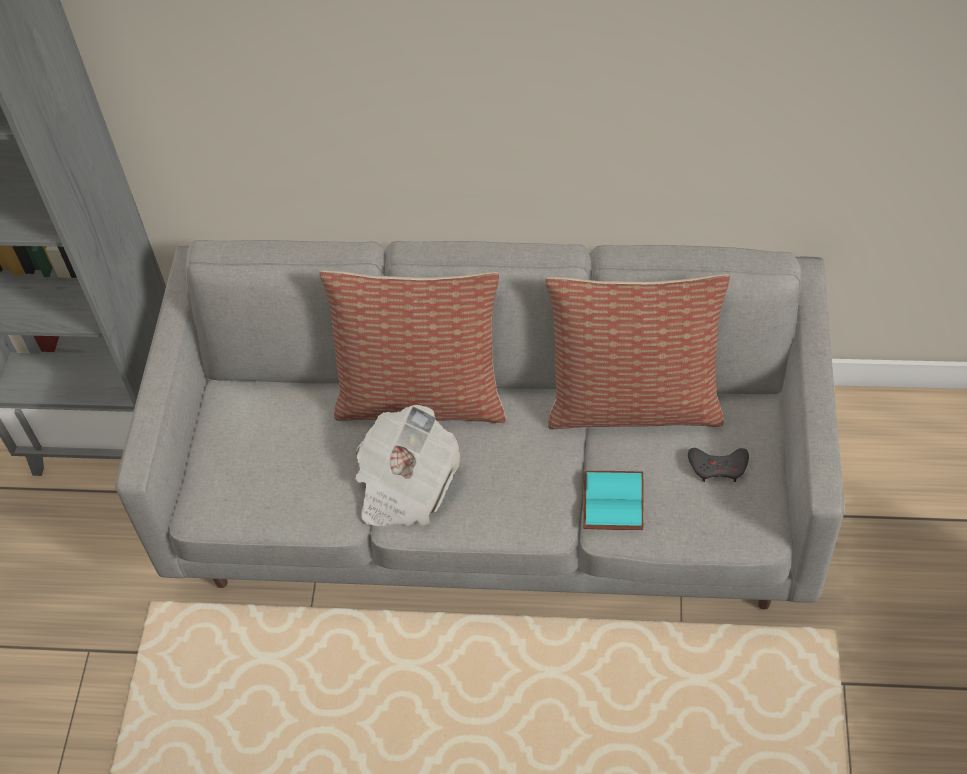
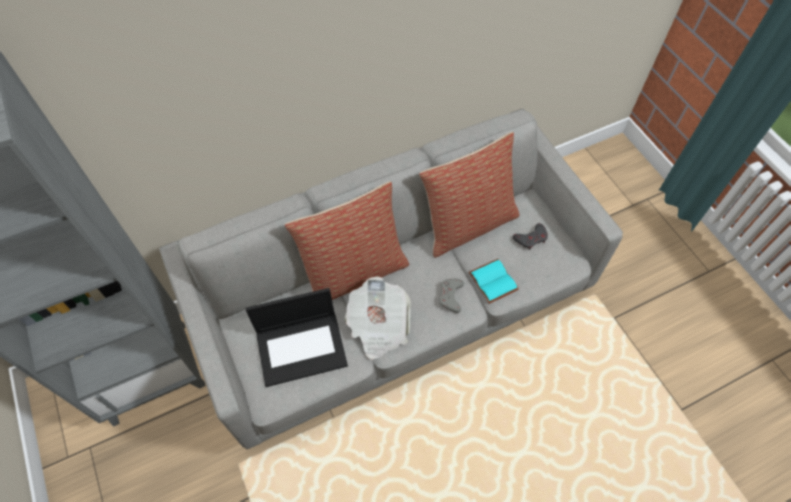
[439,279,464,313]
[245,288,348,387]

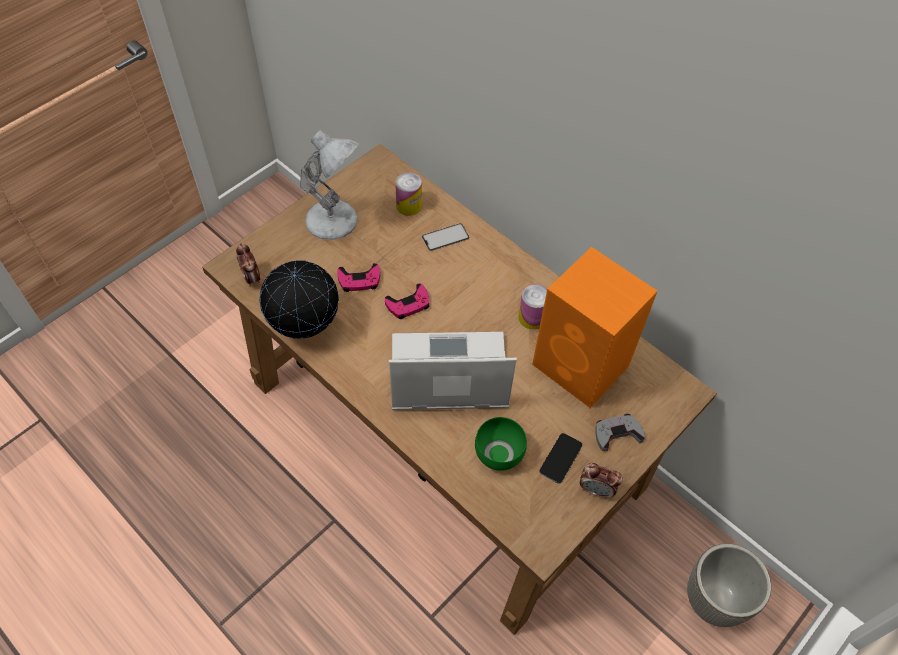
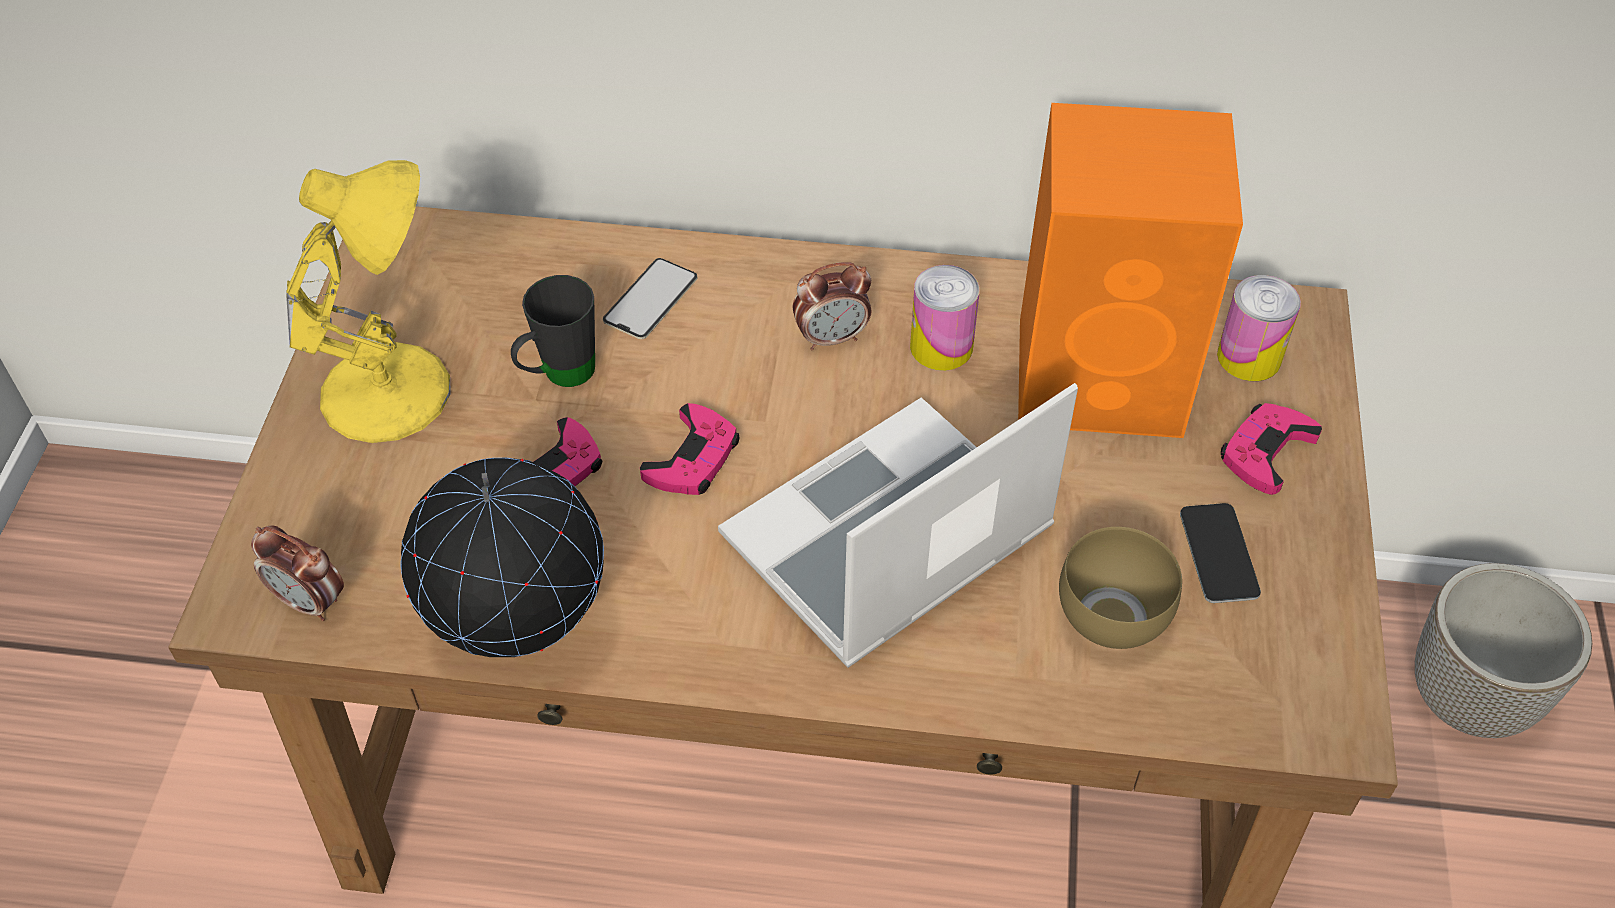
[286,160,451,443]
[1217,275,1301,381]
[1221,403,1322,495]
[1059,527,1182,649]
[793,262,871,350]
[511,275,595,387]

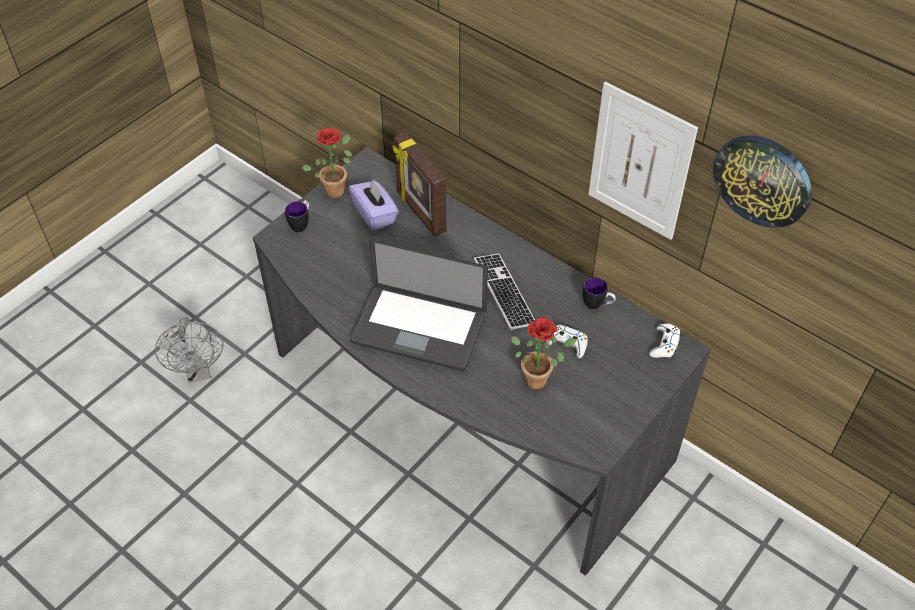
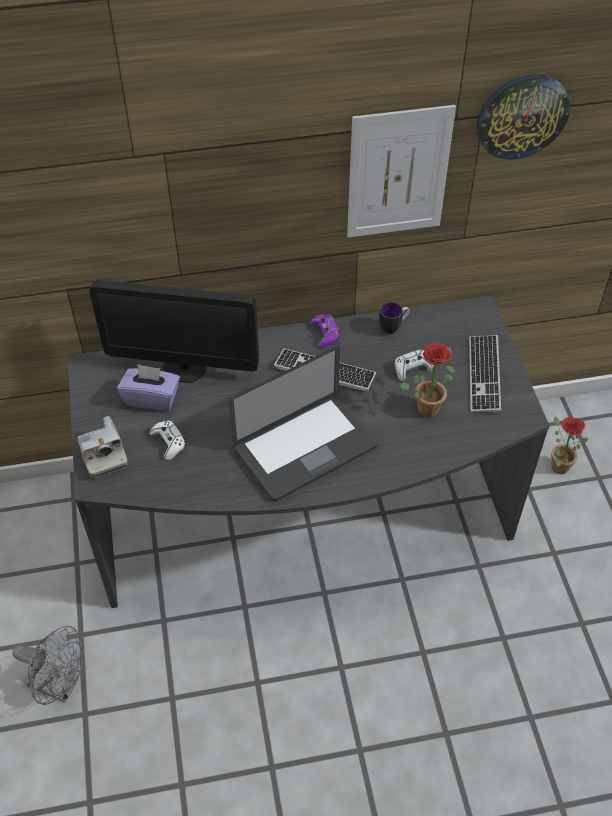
[551,416,588,474]
[89,280,259,383]
[78,416,128,479]
[149,421,186,460]
[309,314,340,348]
[469,335,501,412]

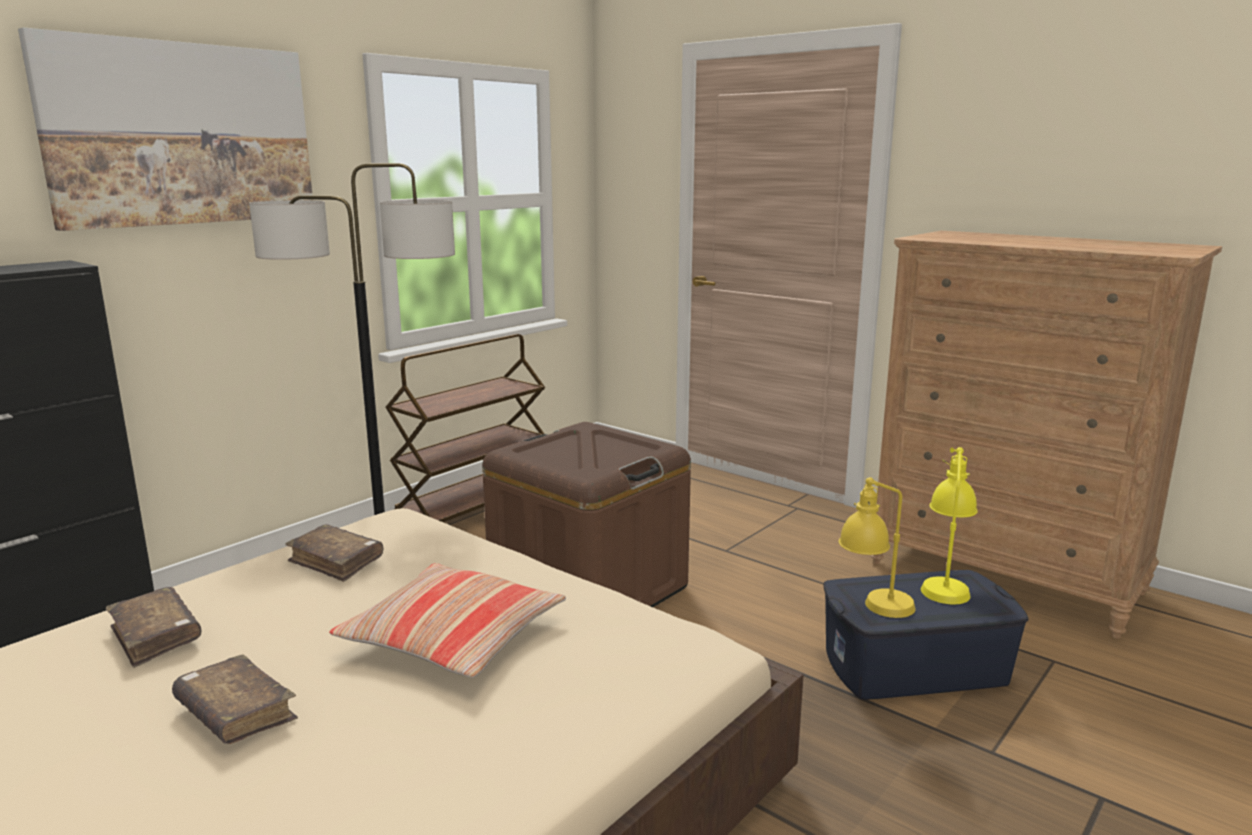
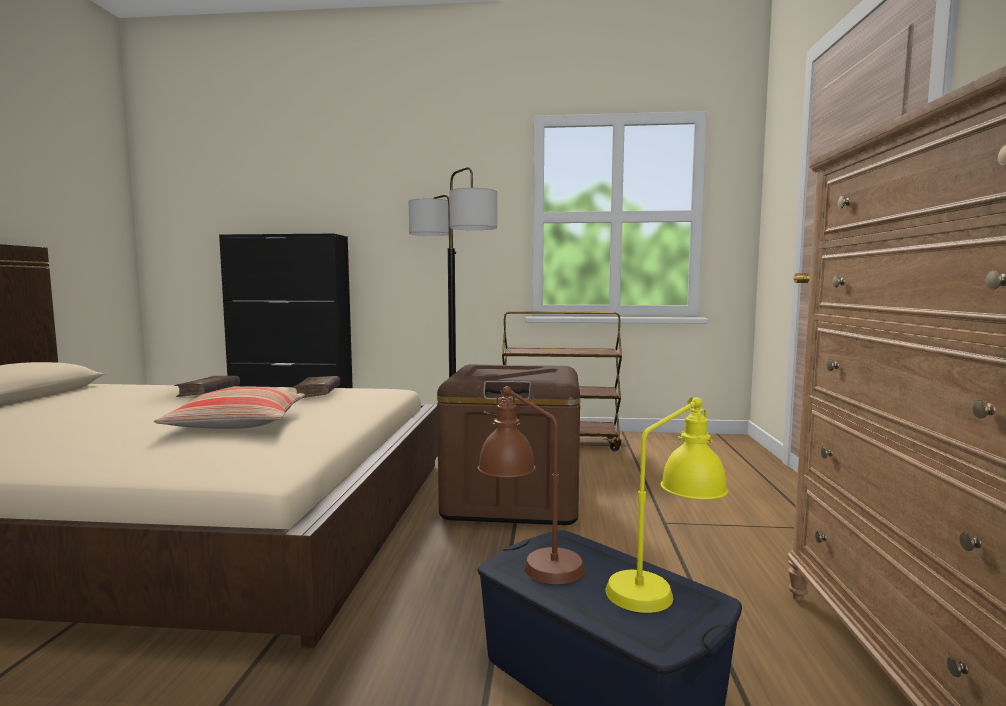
[18,27,313,231] (first image)
[478,386,585,584]
[172,654,298,744] (first image)

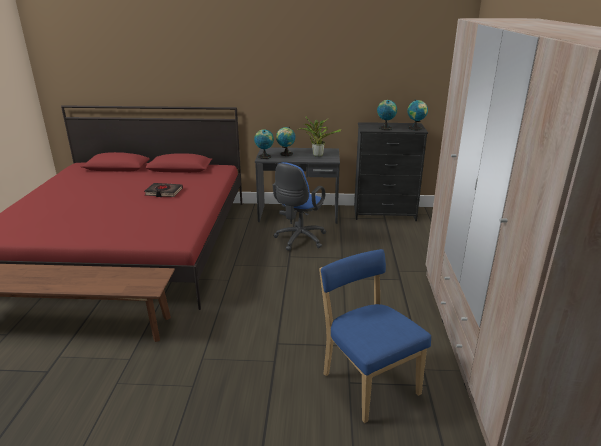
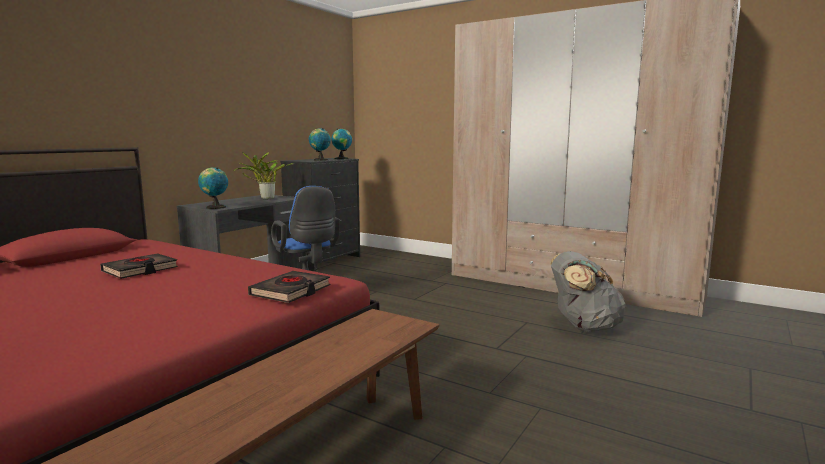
[276,127,295,156] (first image)
[550,251,626,332]
[248,271,331,303]

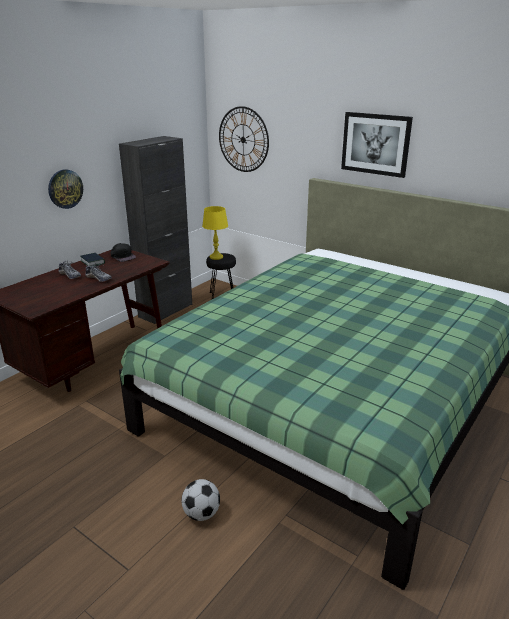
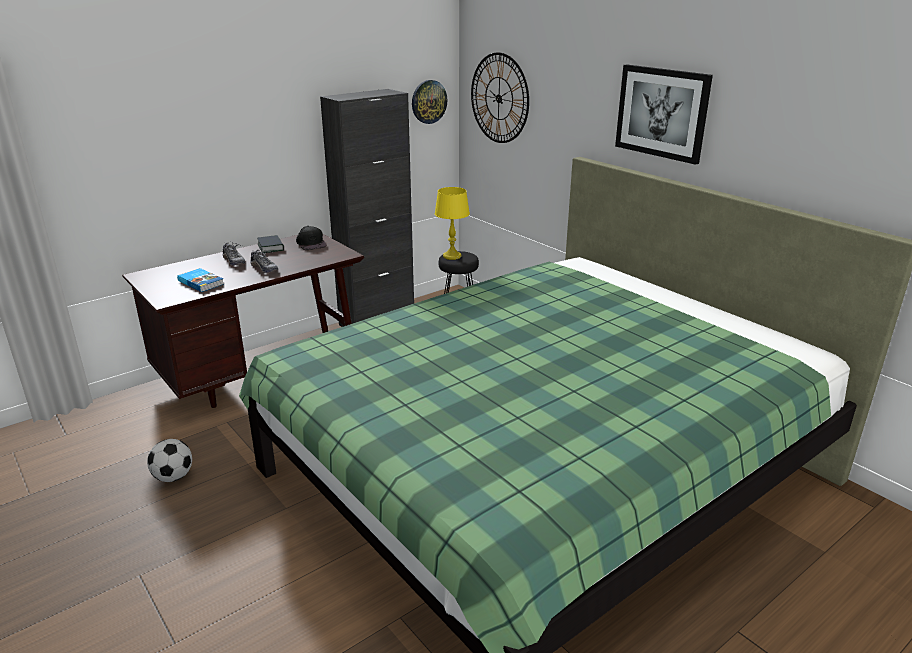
[412,80,447,124]
[147,439,192,482]
[177,268,224,292]

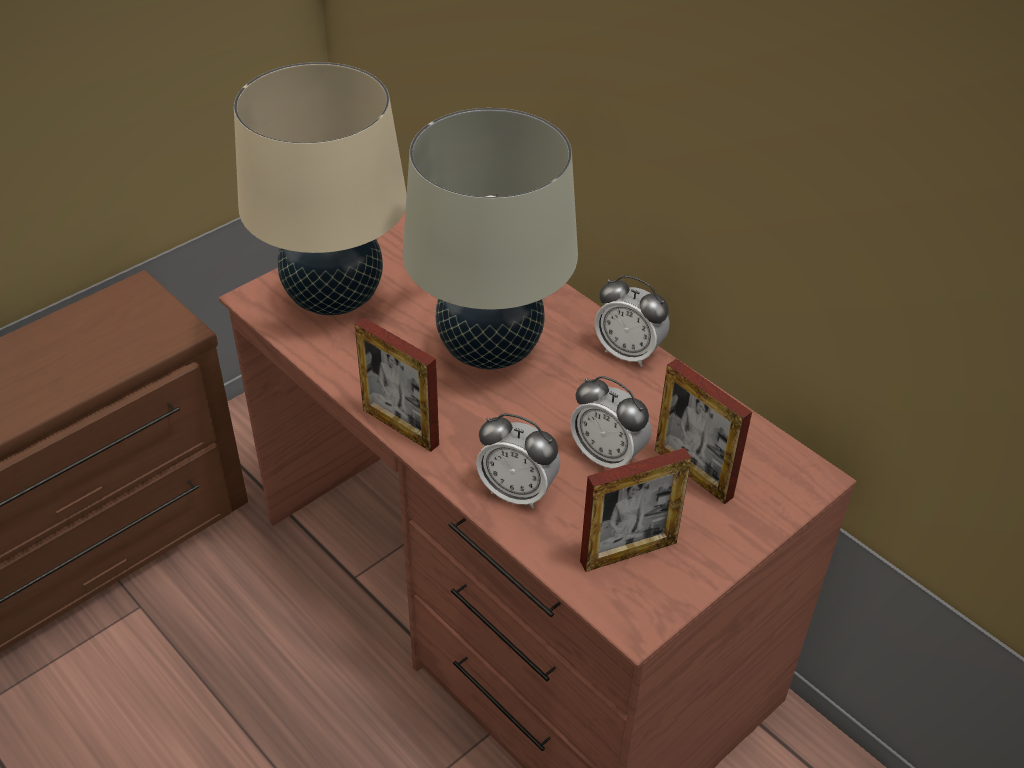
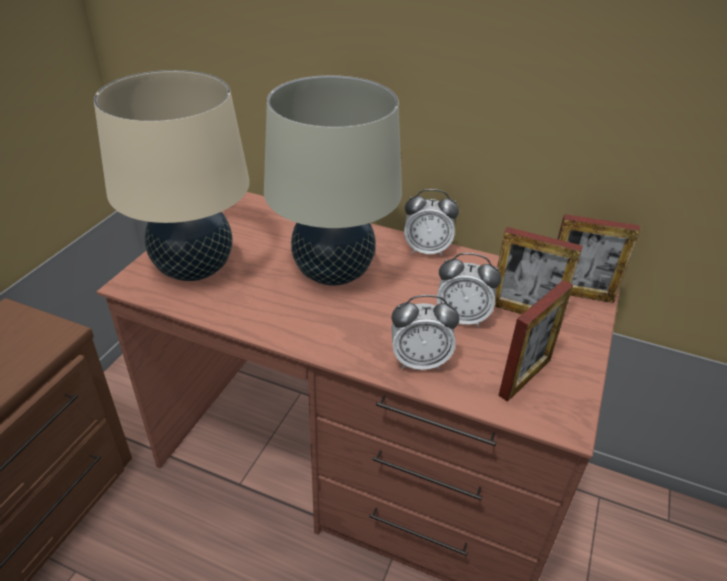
[558,214,640,303]

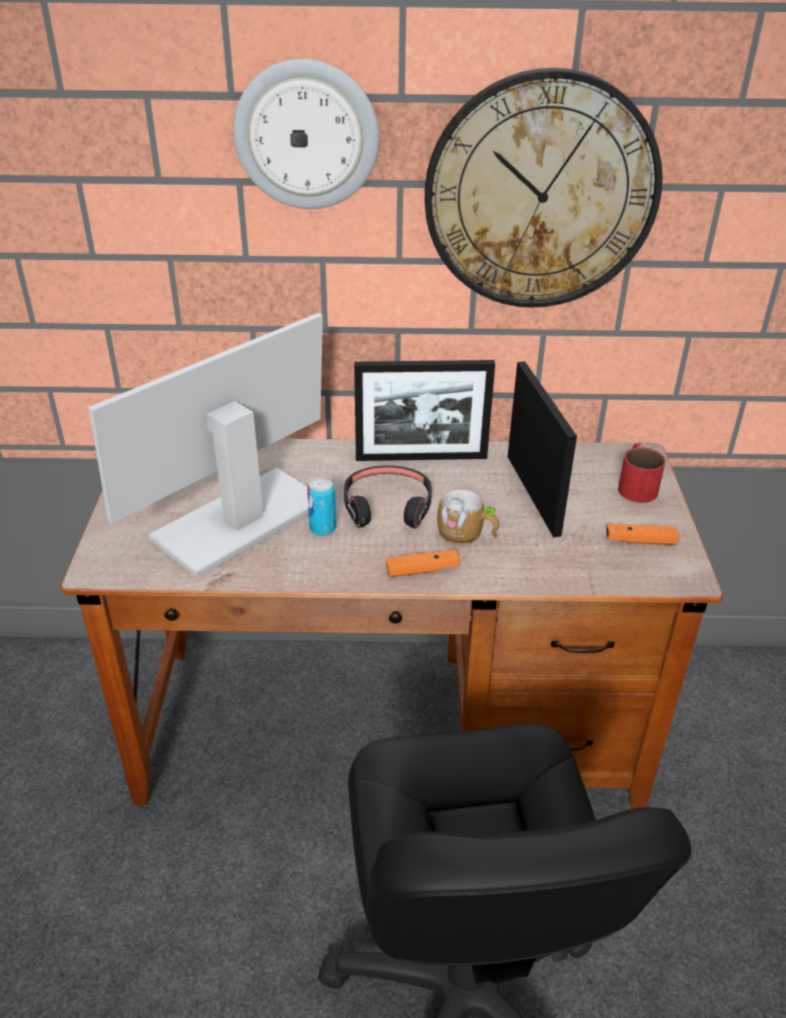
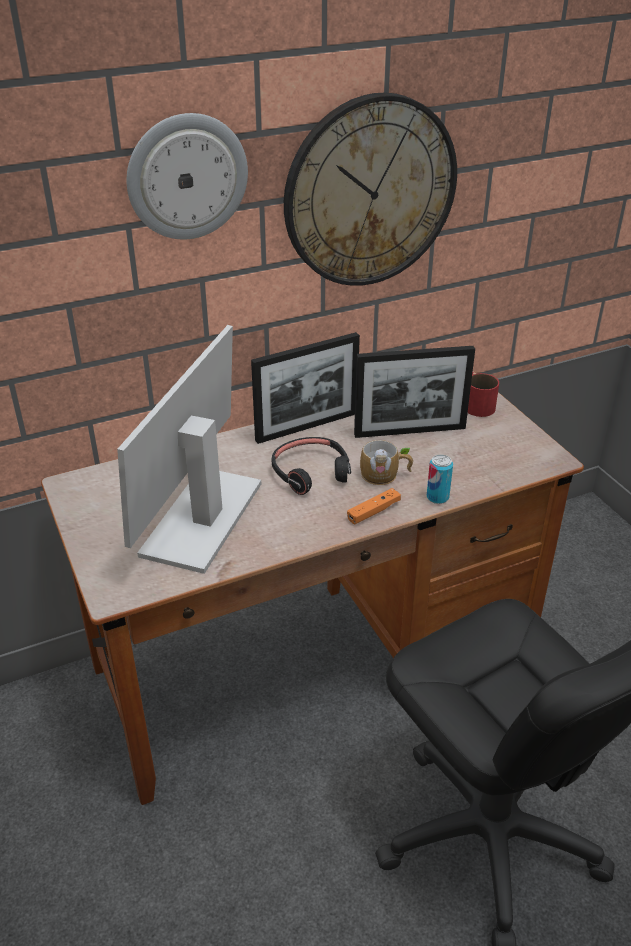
[354,346,475,438]
[427,454,453,504]
[606,524,680,545] (first image)

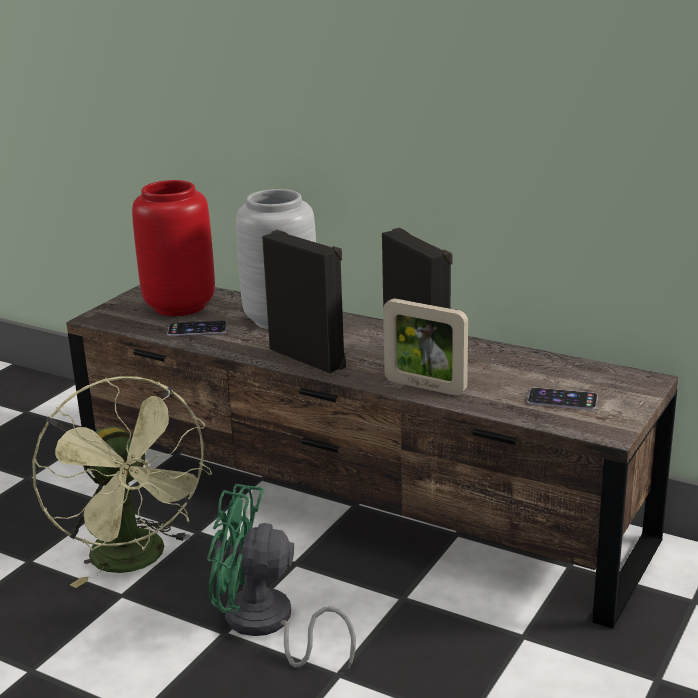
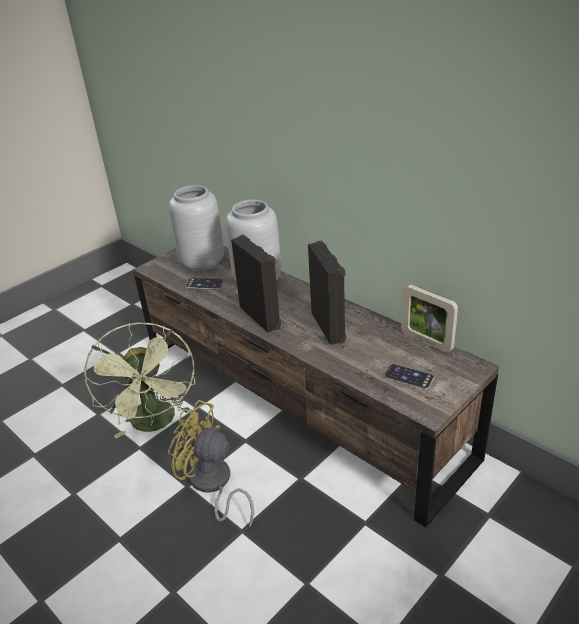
[169,185,224,272]
[401,284,458,353]
[168,400,254,528]

